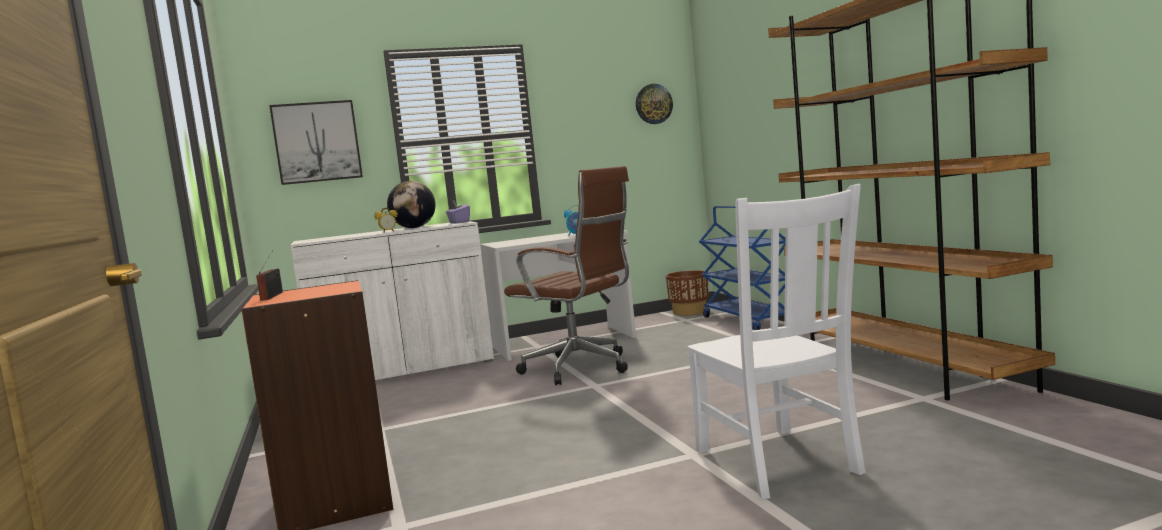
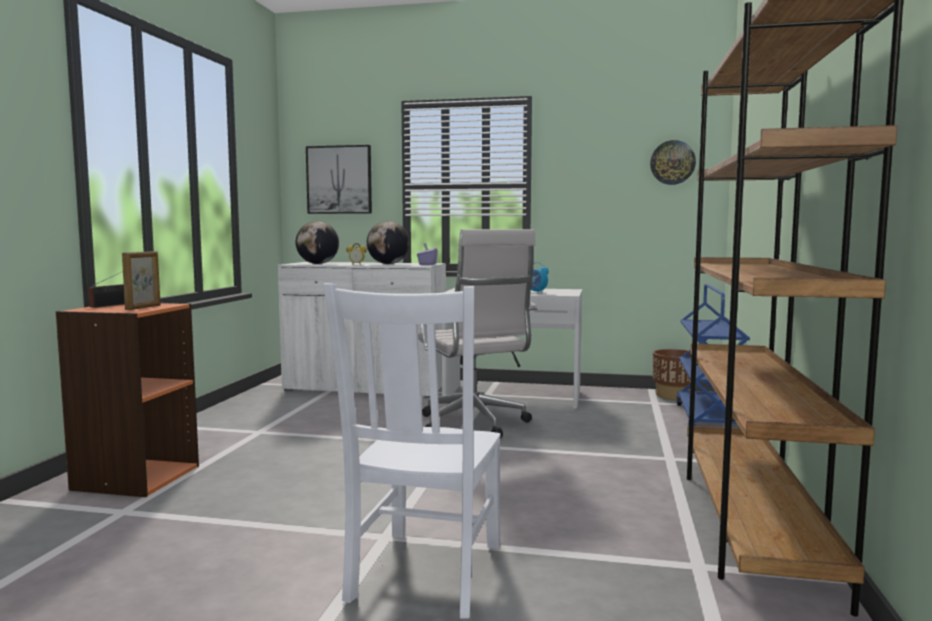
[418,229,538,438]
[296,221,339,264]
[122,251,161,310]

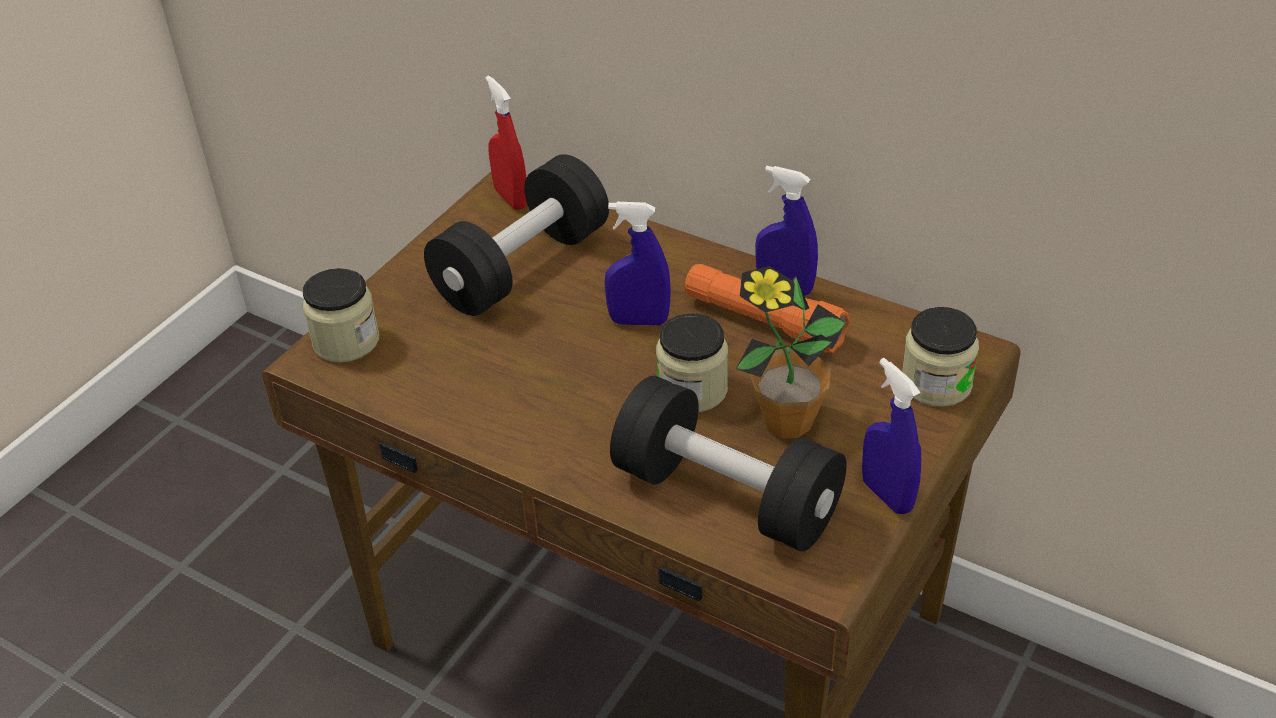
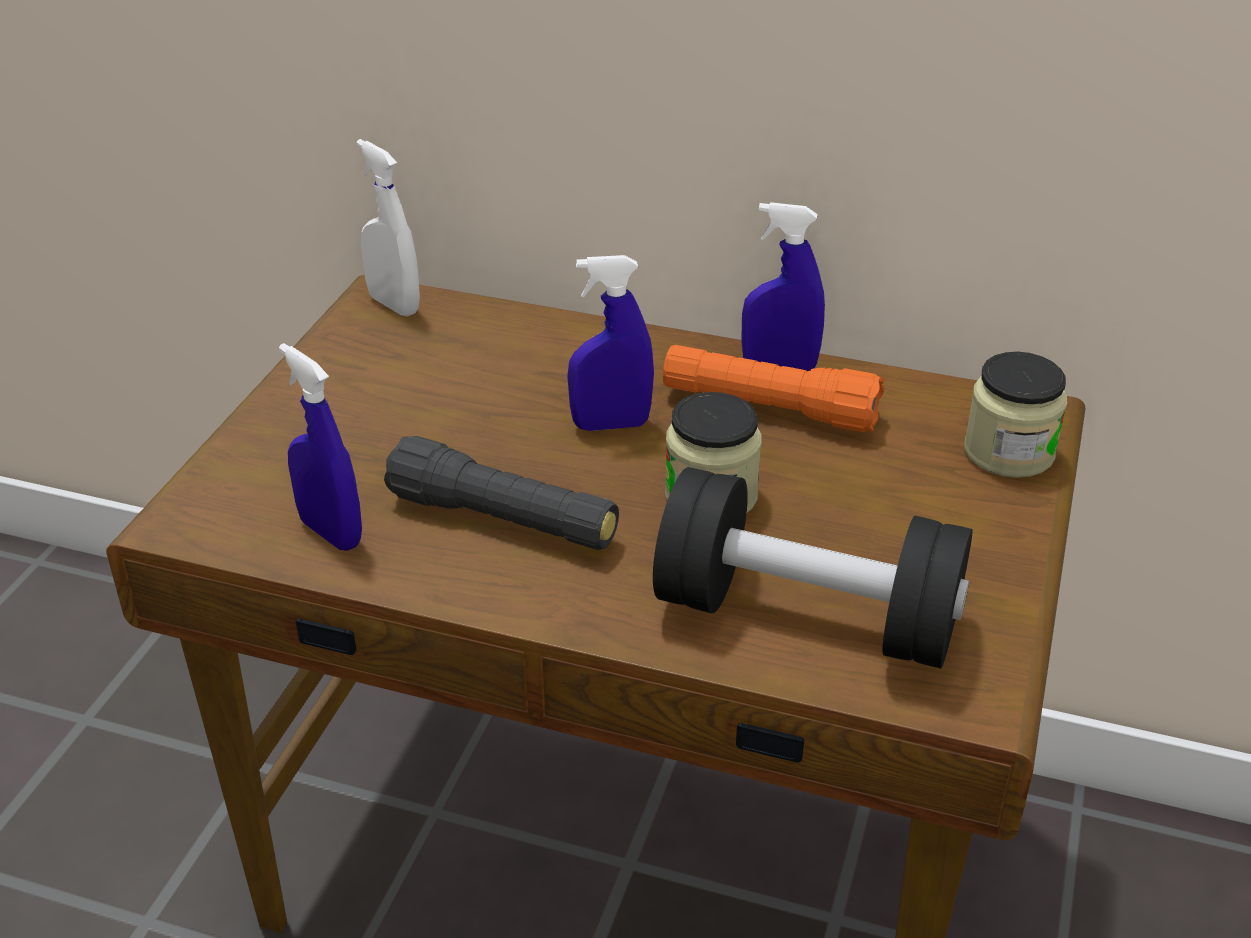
[357,139,420,317]
[424,154,609,316] (first image)
[736,266,846,438] (first image)
[303,268,379,363] (first image)
[279,343,362,551]
[384,436,619,550]

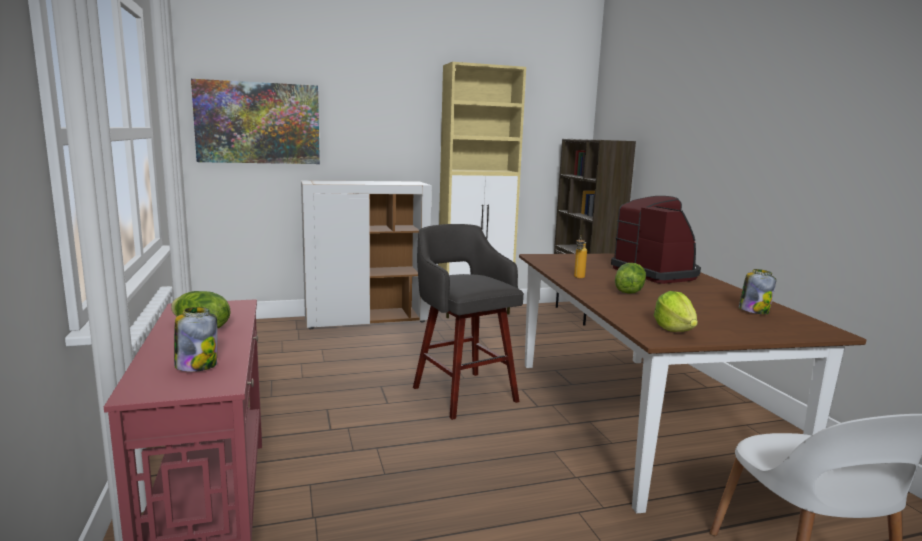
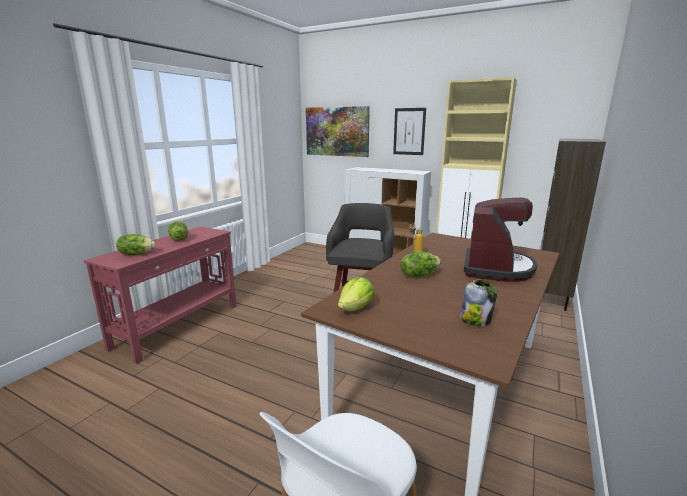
[116,234,155,255]
[393,108,426,155]

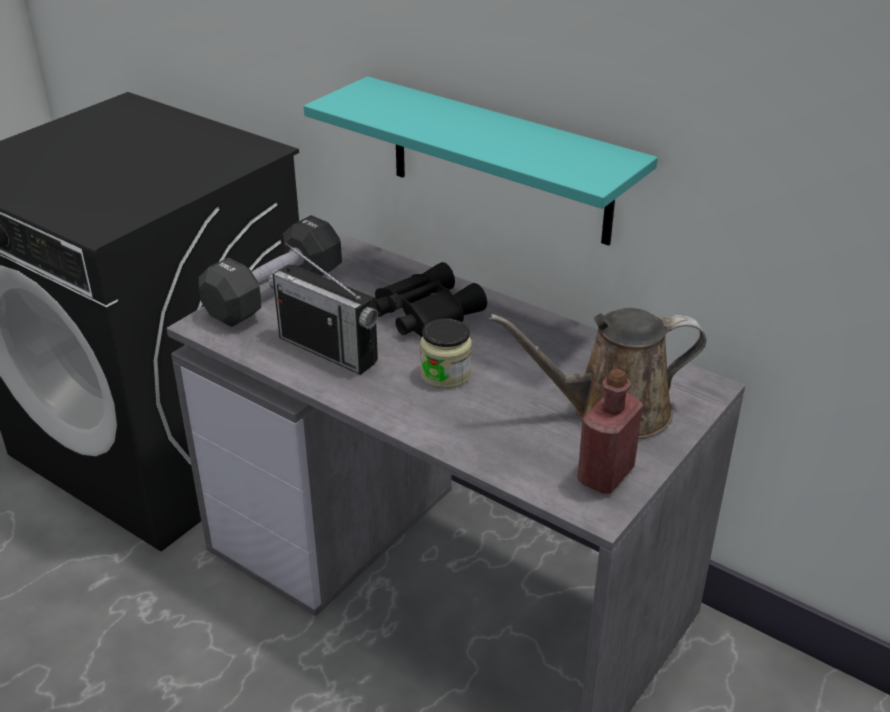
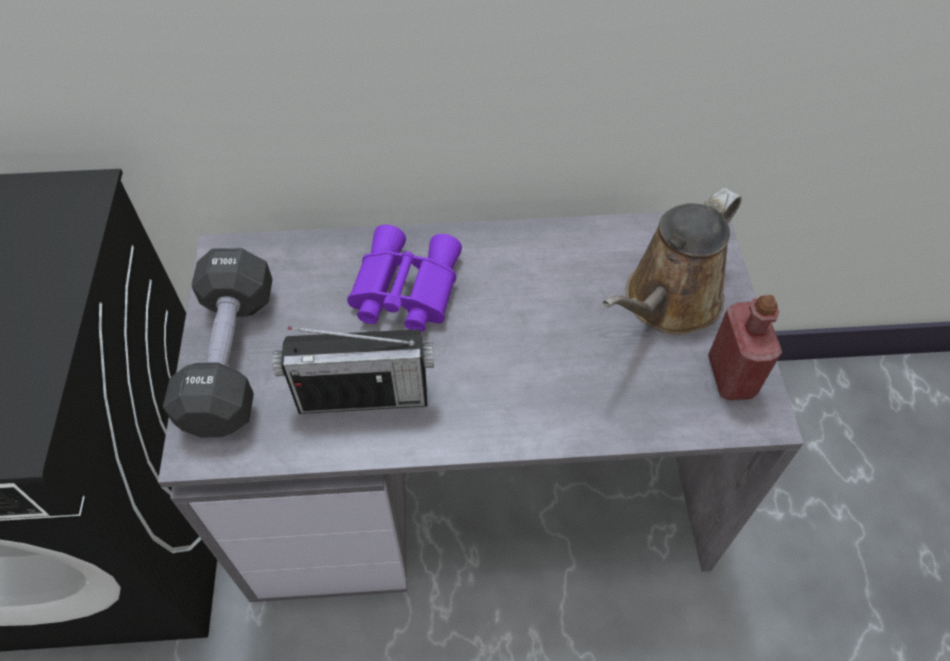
[304,76,658,246] (first image)
[347,224,462,332]
[420,318,472,389] (first image)

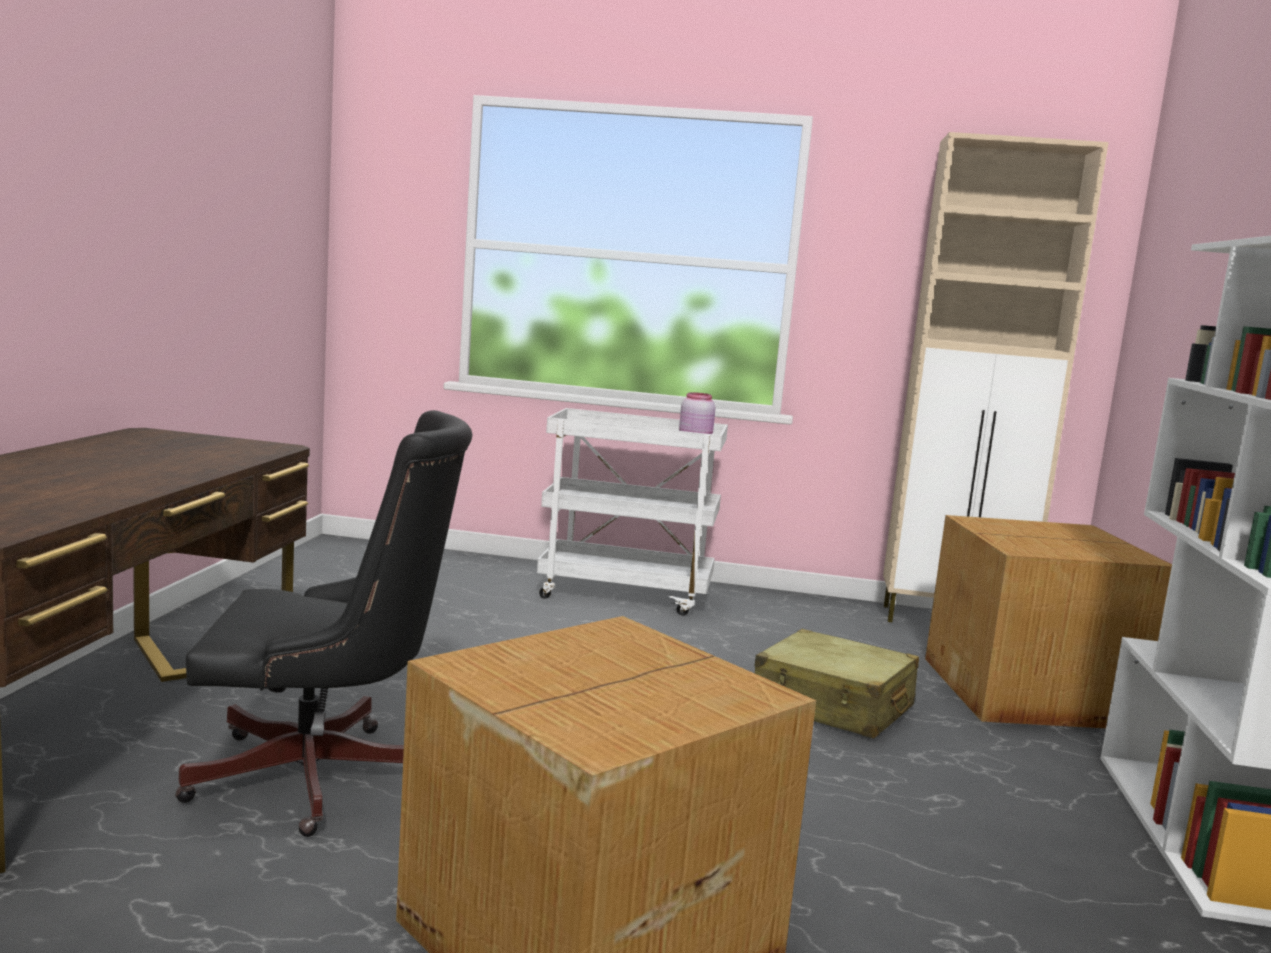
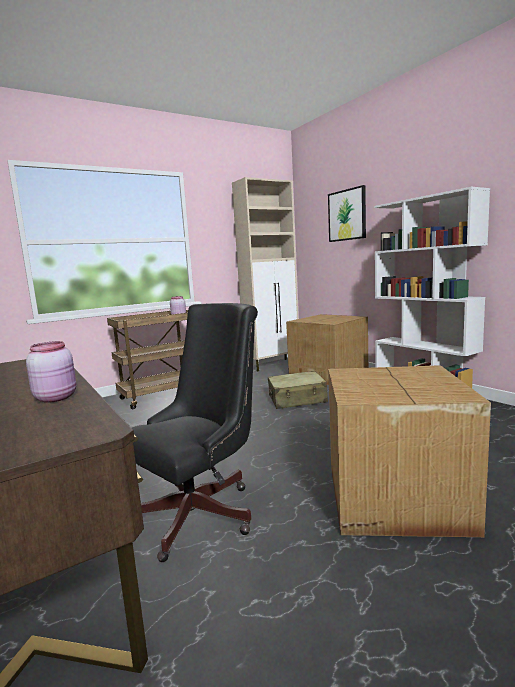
[107,310,188,409]
[328,185,366,242]
[26,341,76,403]

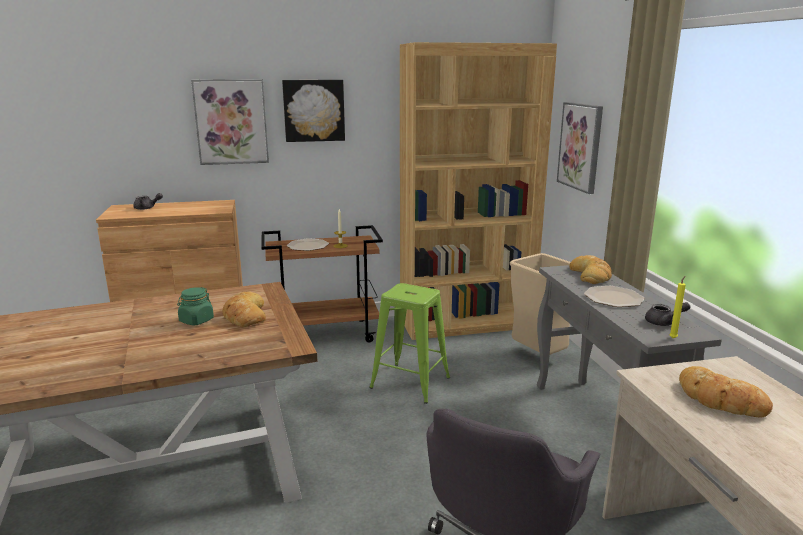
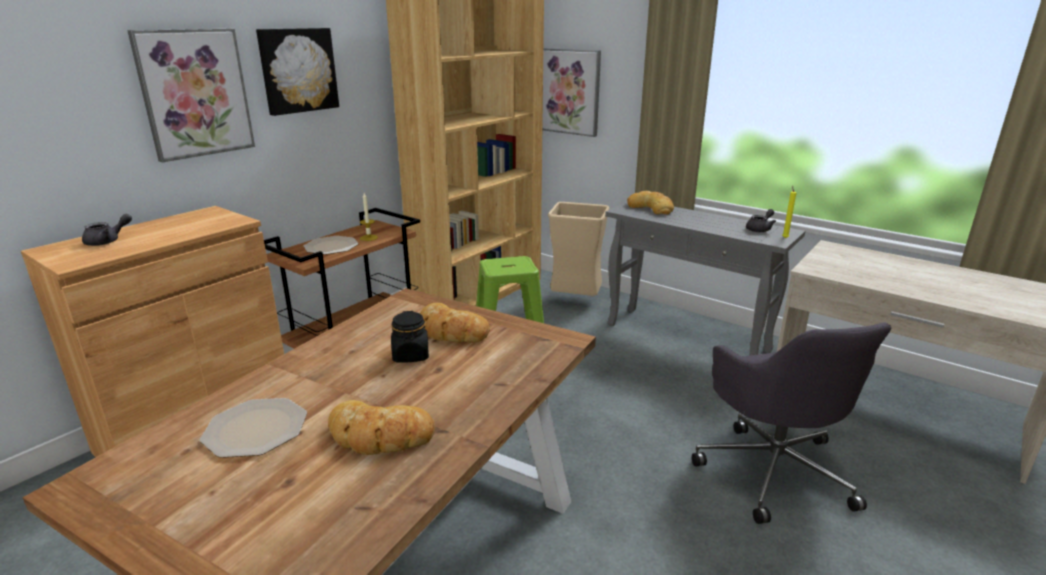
[200,398,307,458]
[391,311,429,363]
[328,400,435,455]

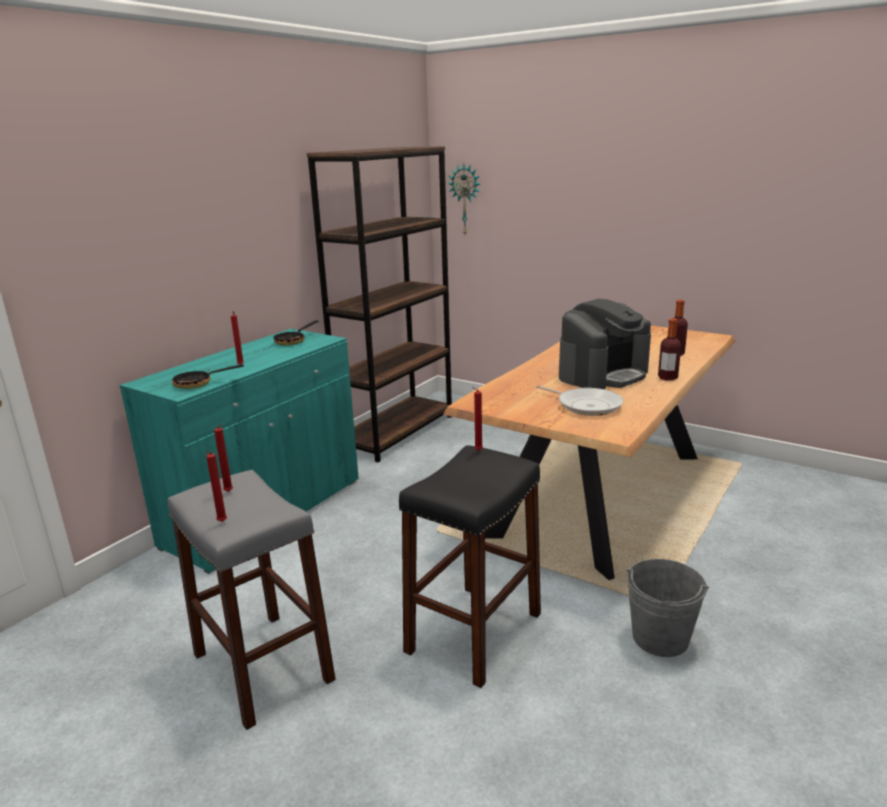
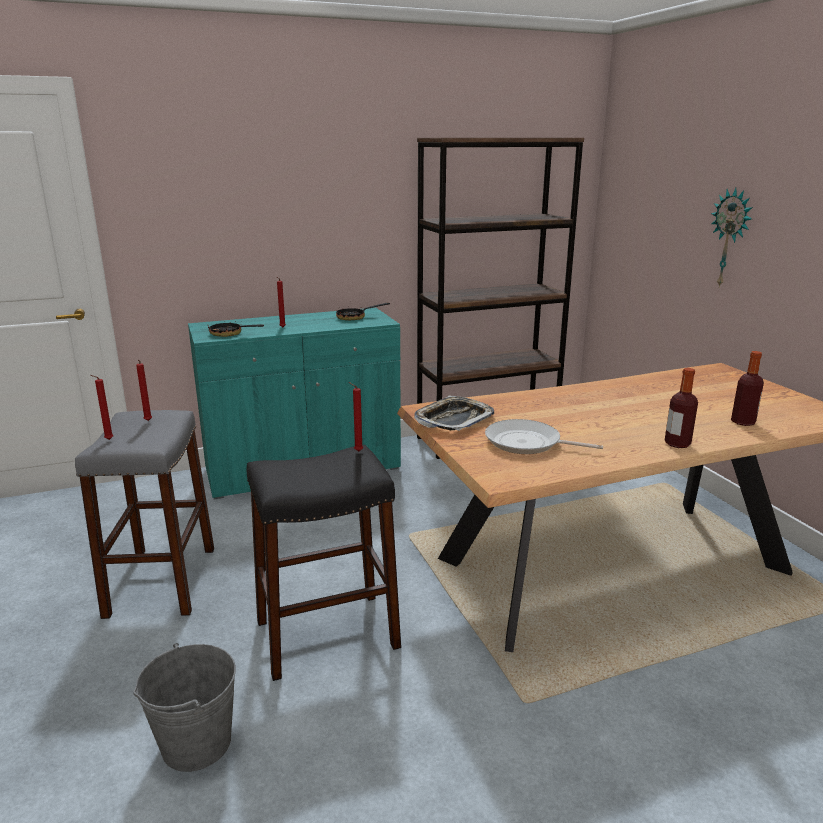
[711,188,753,287]
[559,299,651,389] (first image)
[485,419,603,454]
[134,643,236,772]
[414,396,494,431]

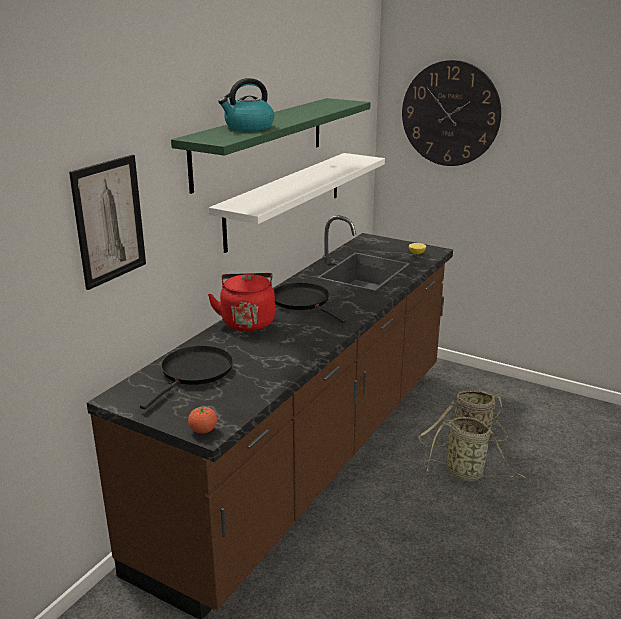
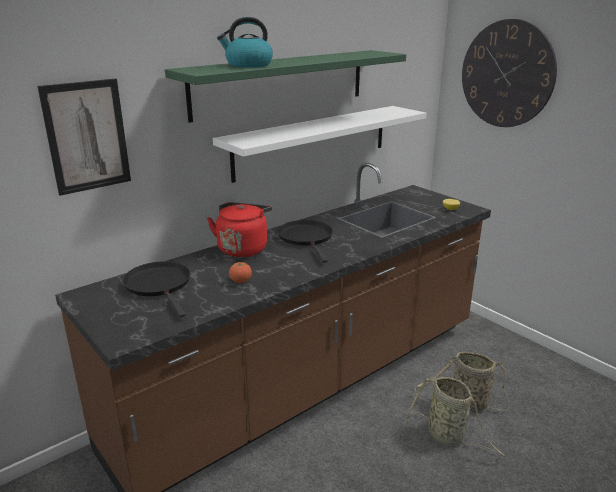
[123,261,190,317]
[229,262,252,283]

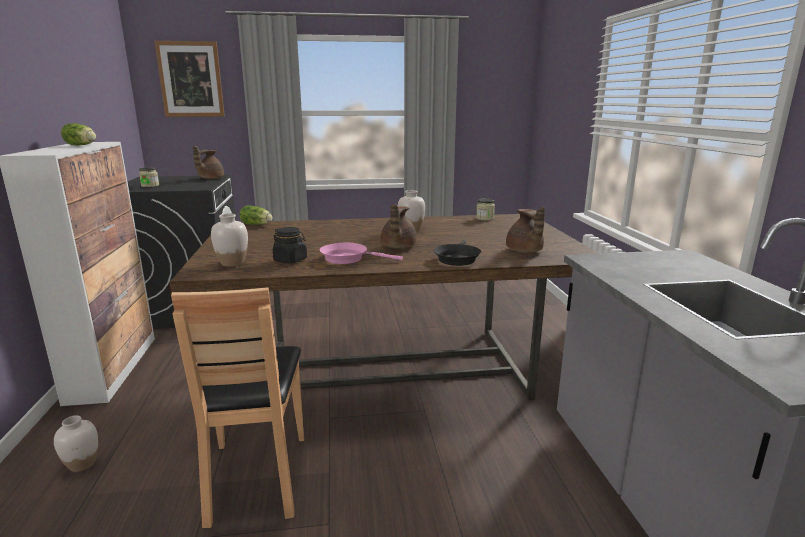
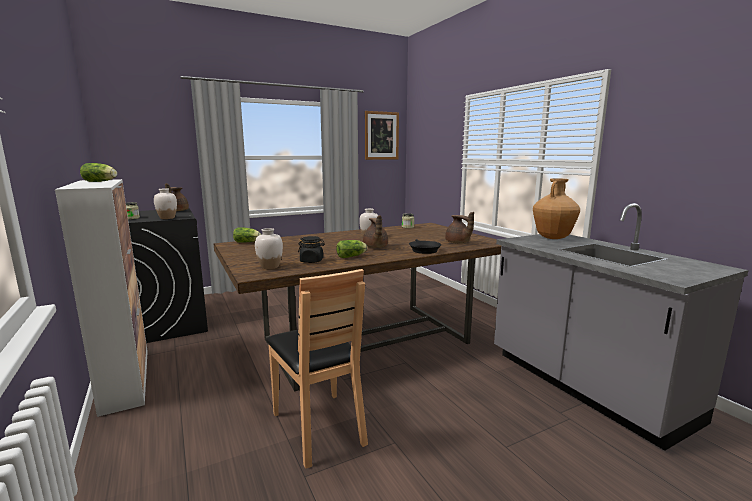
[365,111,399,160]
[336,240,367,258]
[154,188,177,219]
[533,178,580,239]

